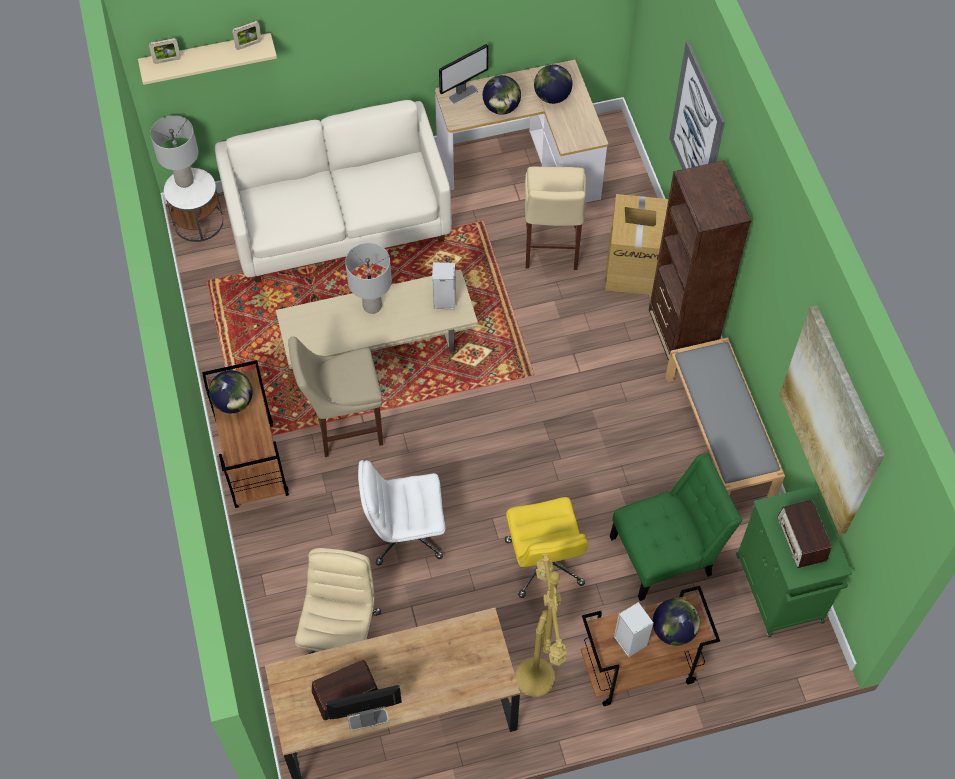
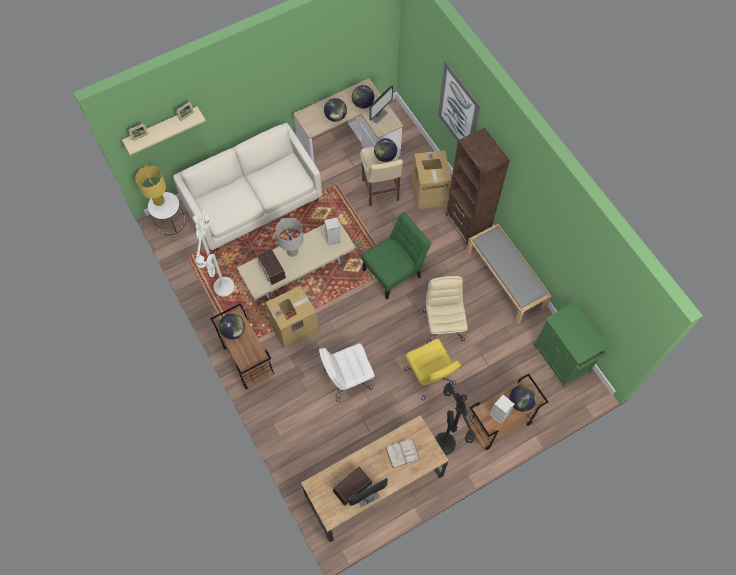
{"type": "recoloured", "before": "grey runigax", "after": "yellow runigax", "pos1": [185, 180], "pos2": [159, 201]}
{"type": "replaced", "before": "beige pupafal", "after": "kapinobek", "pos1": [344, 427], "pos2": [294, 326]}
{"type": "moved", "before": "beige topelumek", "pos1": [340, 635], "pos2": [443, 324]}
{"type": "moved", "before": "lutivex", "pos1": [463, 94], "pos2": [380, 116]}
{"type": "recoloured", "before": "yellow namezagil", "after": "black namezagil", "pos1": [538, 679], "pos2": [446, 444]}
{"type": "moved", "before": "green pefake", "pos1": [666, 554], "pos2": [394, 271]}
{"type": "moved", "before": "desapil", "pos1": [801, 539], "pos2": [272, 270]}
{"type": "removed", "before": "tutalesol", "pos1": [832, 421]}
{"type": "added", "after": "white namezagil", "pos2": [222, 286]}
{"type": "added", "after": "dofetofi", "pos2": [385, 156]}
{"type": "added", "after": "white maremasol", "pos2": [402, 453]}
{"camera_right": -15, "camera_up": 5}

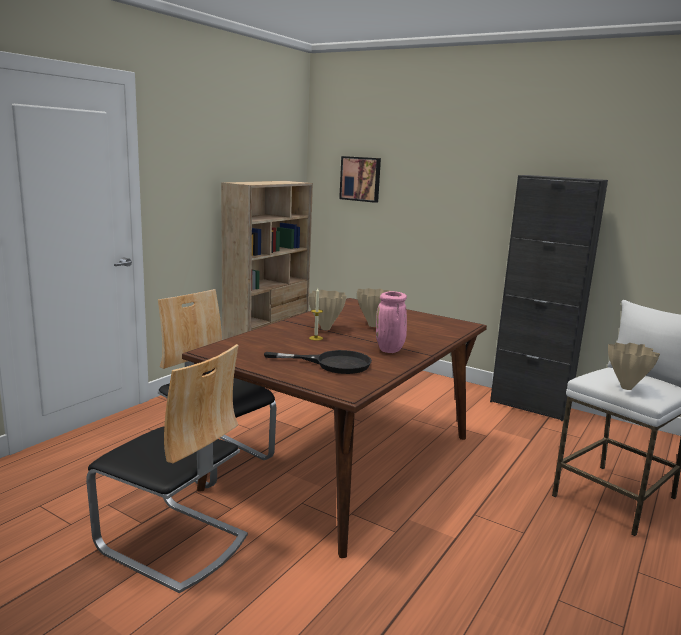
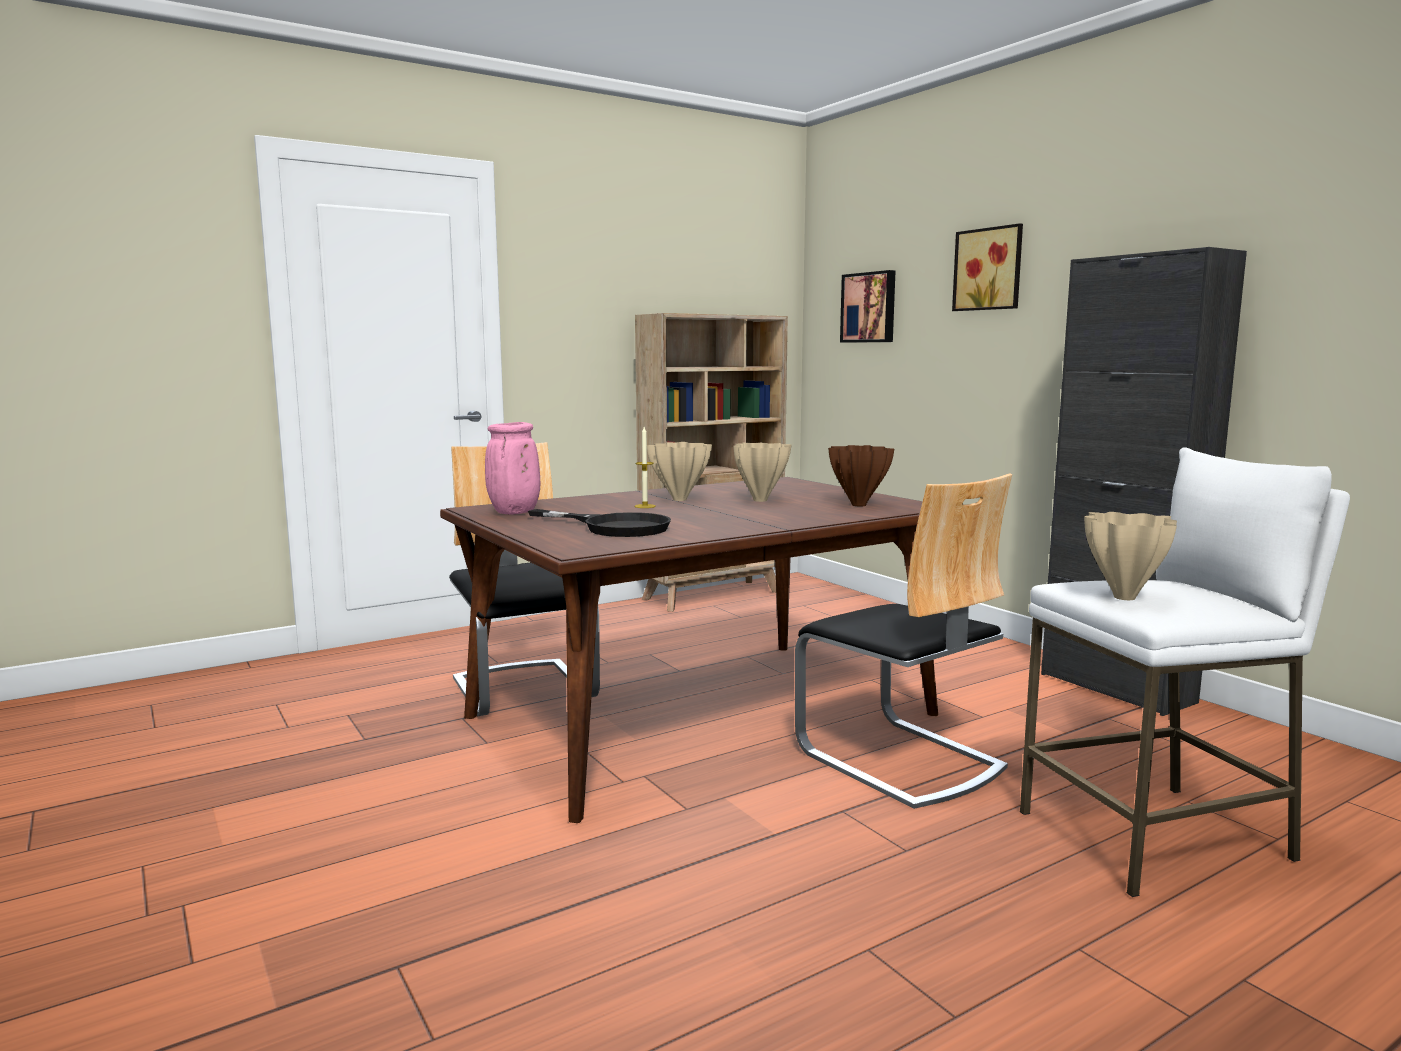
{"type": "moved", "before": "pefake", "pos1": [172, 543], "pos2": [899, 759]}
{"type": "moved", "before": "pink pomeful", "pos1": [390, 350], "pos2": [514, 513]}
{"type": "added", "after": "brown pomeful", "pos2": [859, 505]}
{"type": "added", "after": "tutalesol", "pos2": [990, 269]}
{"camera_right": 25, "camera_up": -5}

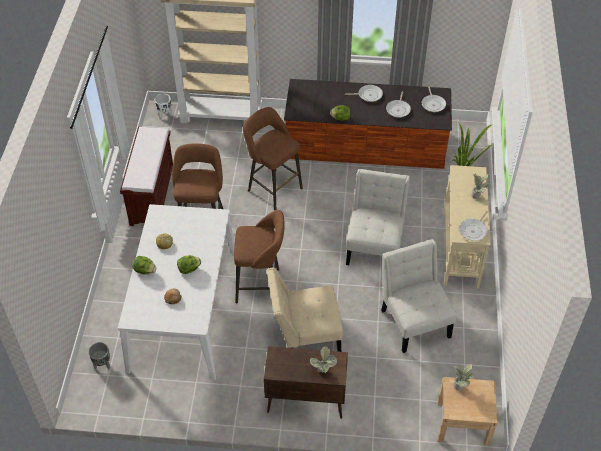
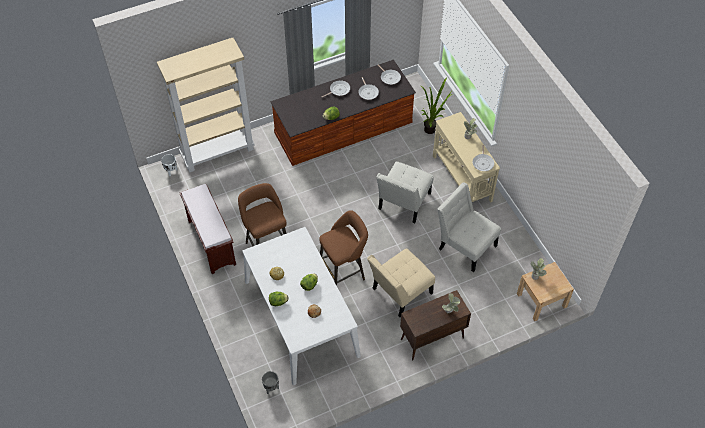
{"type": "removed", "before": "brown pupafal", "pos1": [273, 188]}
{"type": "turned", "before": "white pefake", "pos1": [375, 245], "pos2": [403, 203], "turn": -135}
{"camera_right": -30, "camera_up": 5}

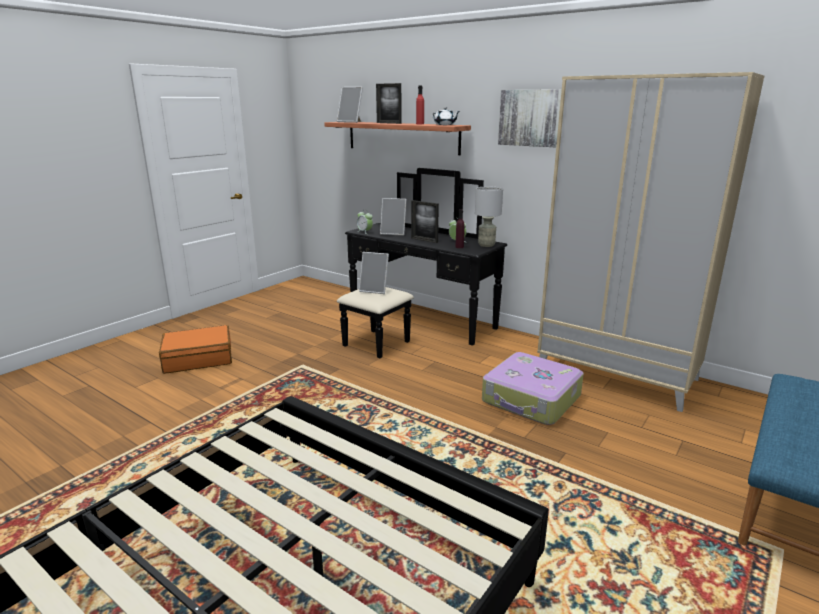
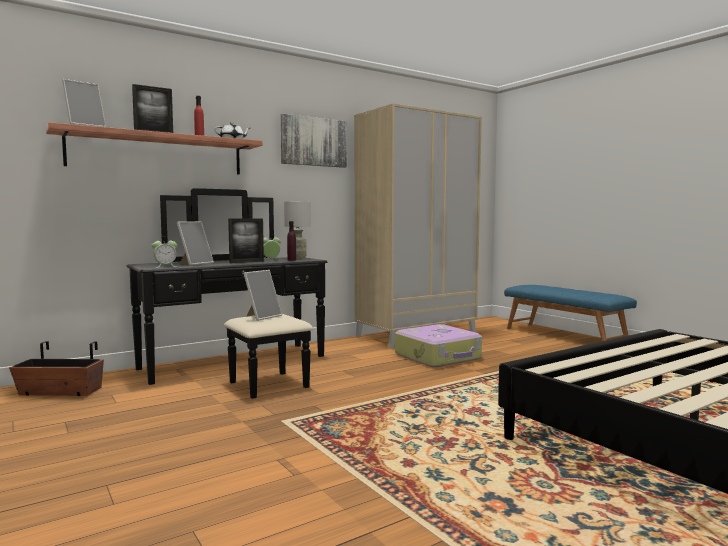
{"type": "removed", "before": "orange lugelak", "pos1": [198, 358]}
{"type": "added", "after": "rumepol", "pos2": [60, 391]}
{"camera_right": -70, "camera_up": -15}

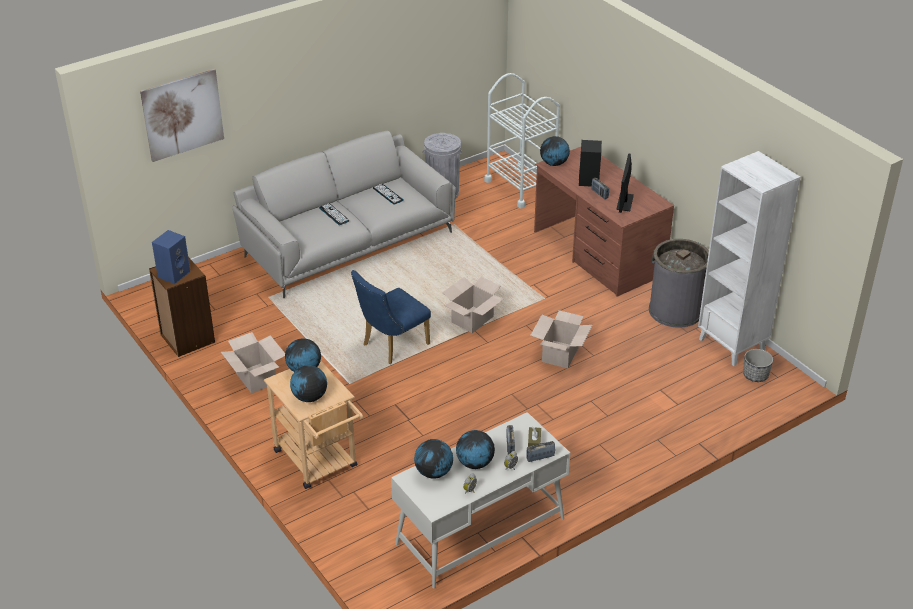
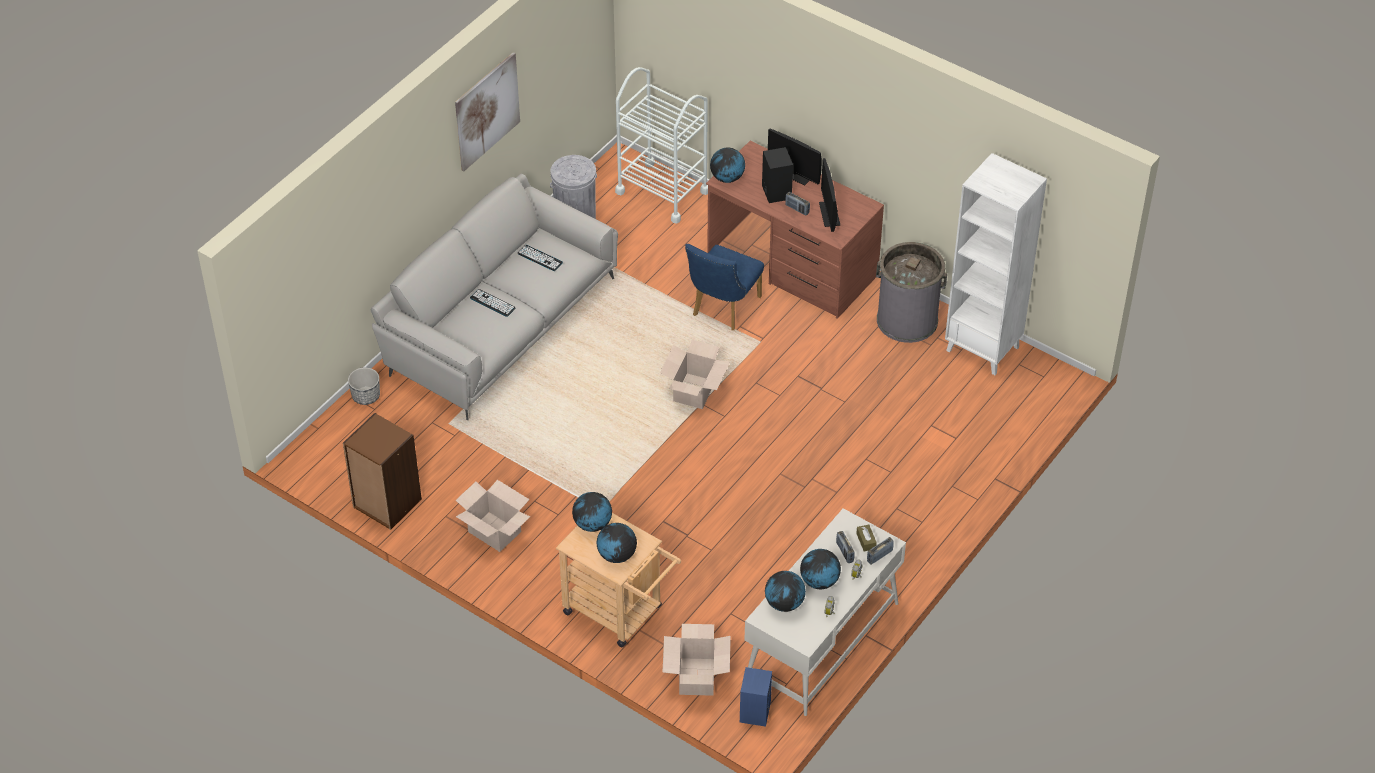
{"type": "moved", "before": "tutalesol", "pos1": [182, 115], "pos2": [487, 111]}
{"type": "moved", "before": "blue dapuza", "pos1": [174, 274], "pos2": [754, 711]}
{"type": "moved", "before": "blue pefake", "pos1": [391, 346], "pos2": [722, 309]}
{"type": "moved", "before": "kapinobek", "pos1": [560, 354], "pos2": [697, 677]}
{"type": "moved", "before": "rumepol", "pos1": [755, 375], "pos2": [366, 396]}
{"type": "added", "after": "lutivex", "pos2": [794, 174]}
{"camera_right": -20, "camera_up": 10}

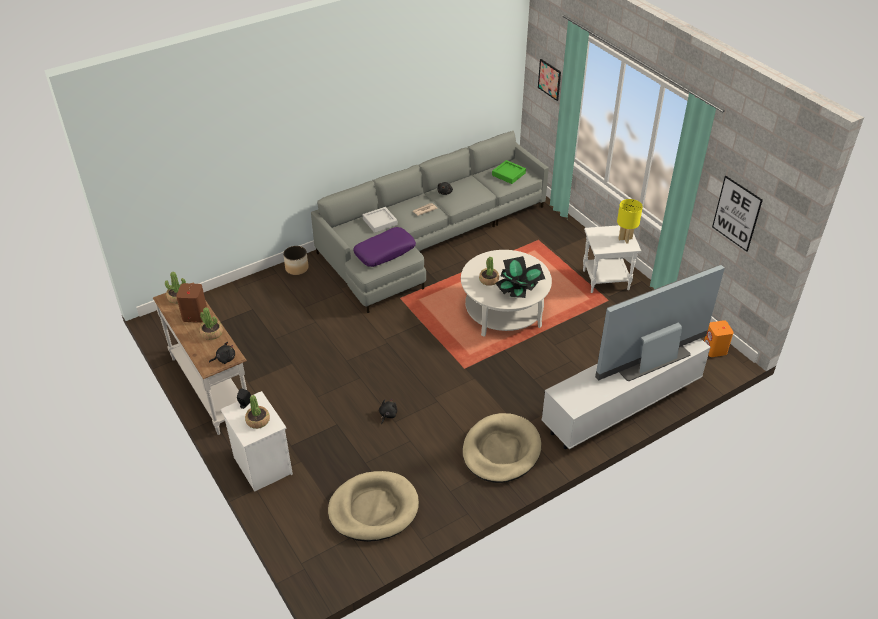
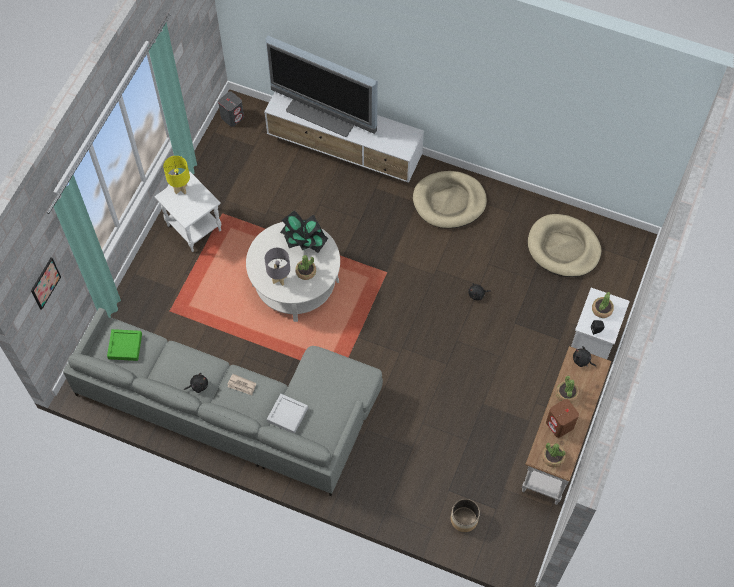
{"type": "moved", "before": "rumepol", "pos1": [297, 268], "pos2": [463, 519]}
{"type": "removed", "before": "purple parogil", "pos1": [385, 252]}
{"type": "recoloured", "before": "orange dapuza", "after": "grey dapuza", "pos1": [714, 350], "pos2": [232, 117]}
{"type": "removed", "before": "tutalesol", "pos1": [736, 213]}
{"type": "added", "after": "grey runigax", "pos2": [279, 280]}
{"camera_right": -125, "camera_up": 20}

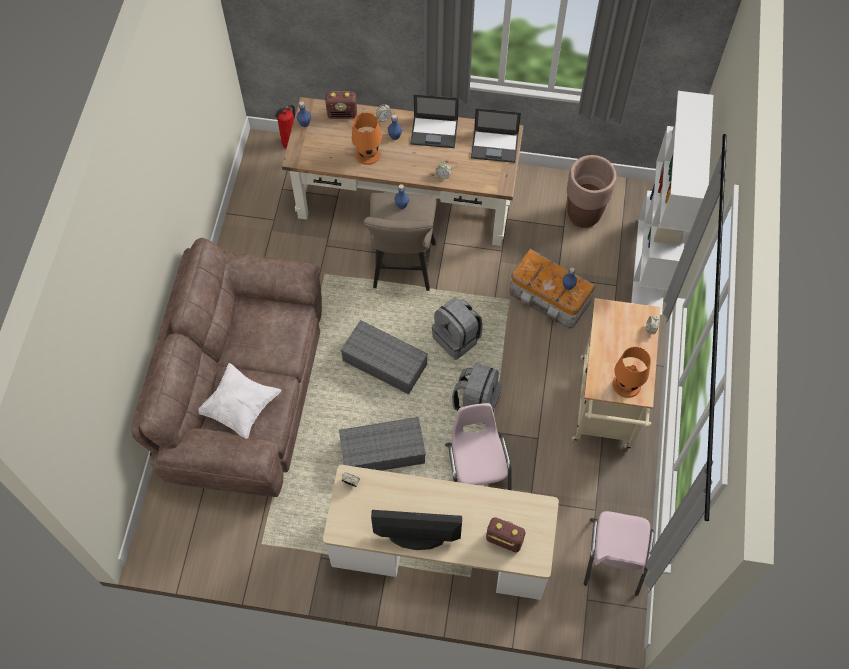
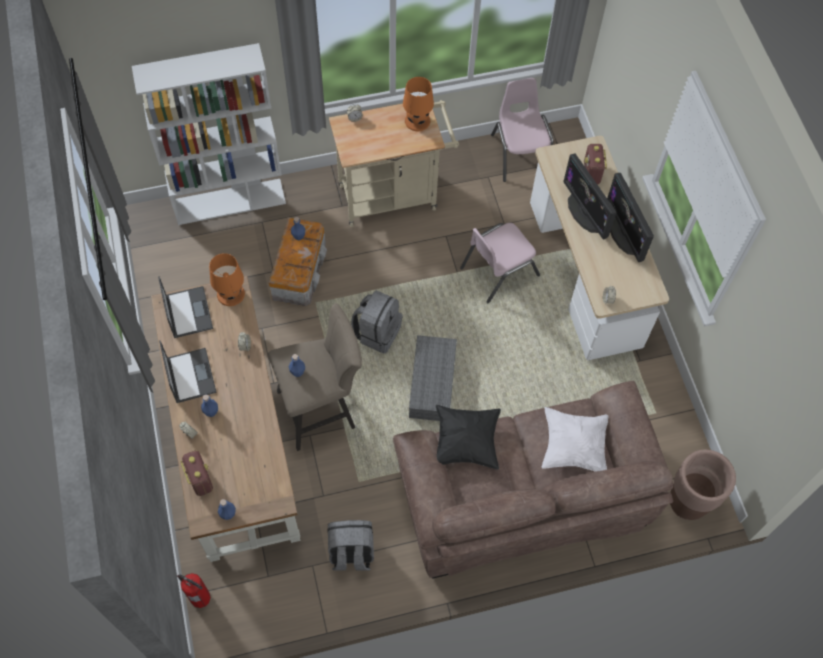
{"type": "removed", "before": "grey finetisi", "pos1": [381, 453]}
{"type": "moved", "before": "orange runigax", "pos1": [368, 154], "pos2": [230, 293]}
{"type": "moved", "before": "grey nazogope", "pos1": [476, 402], "pos2": [351, 553]}
{"type": "moved", "before": "brown rumepol", "pos1": [583, 215], "pos2": [687, 503]}
{"type": "turned", "before": "pink pefake", "pos1": [614, 557], "pos2": [520, 153], "turn": -90}
{"type": "added", "after": "black parogil", "pos2": [465, 442]}
{"type": "added", "after": "lutivex", "pos2": [585, 213]}
{"camera_right": -115, "camera_up": 0}

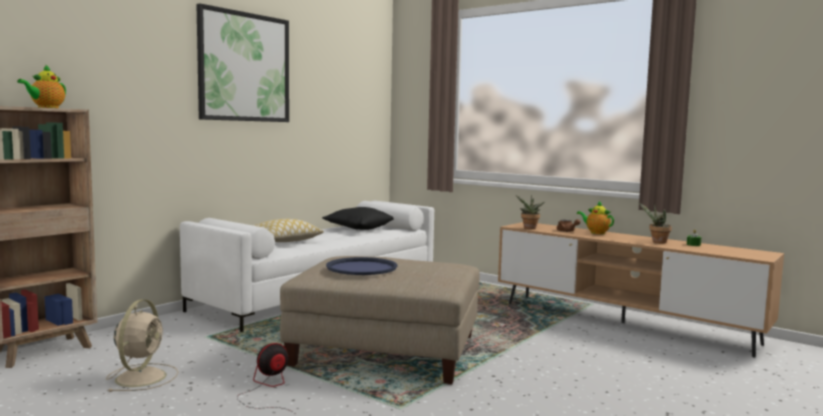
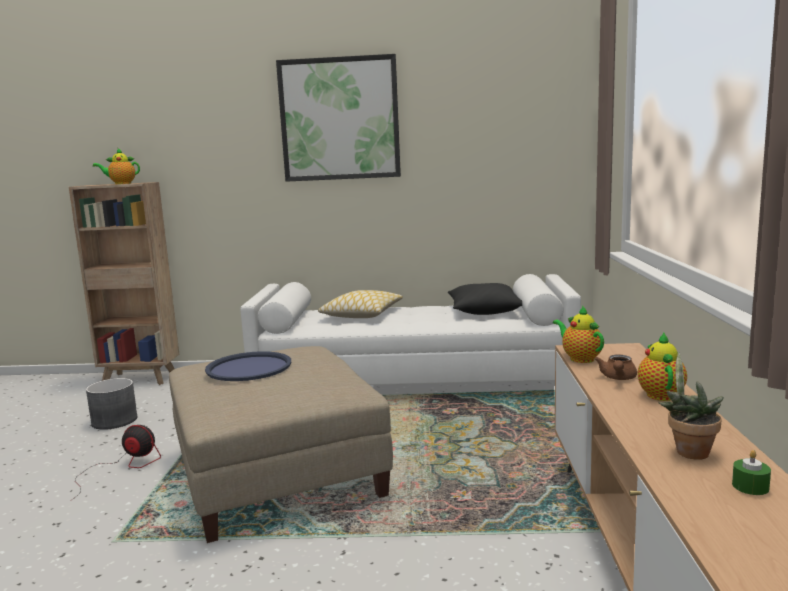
{"type": "replaced", "before": "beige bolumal", "after": "grey rumepol", "pos1": [142, 377], "pos2": [115, 421]}
{"type": "replaced", "before": "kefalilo", "after": "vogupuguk", "pos1": [529, 228], "pos2": [579, 358]}
{"camera_right": 55, "camera_up": 5}

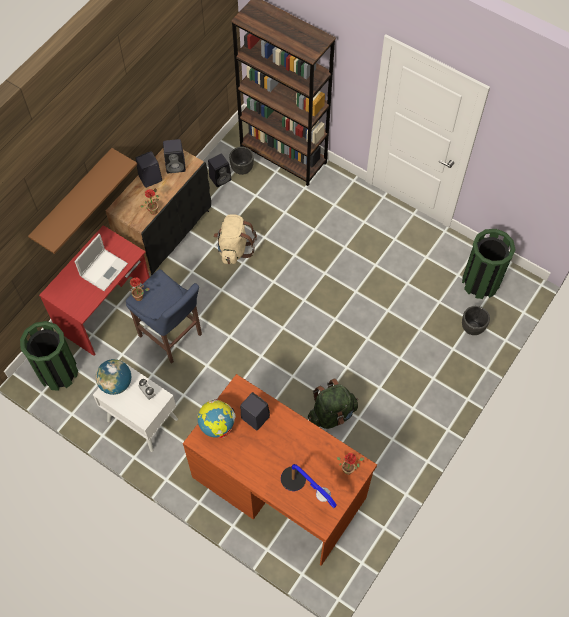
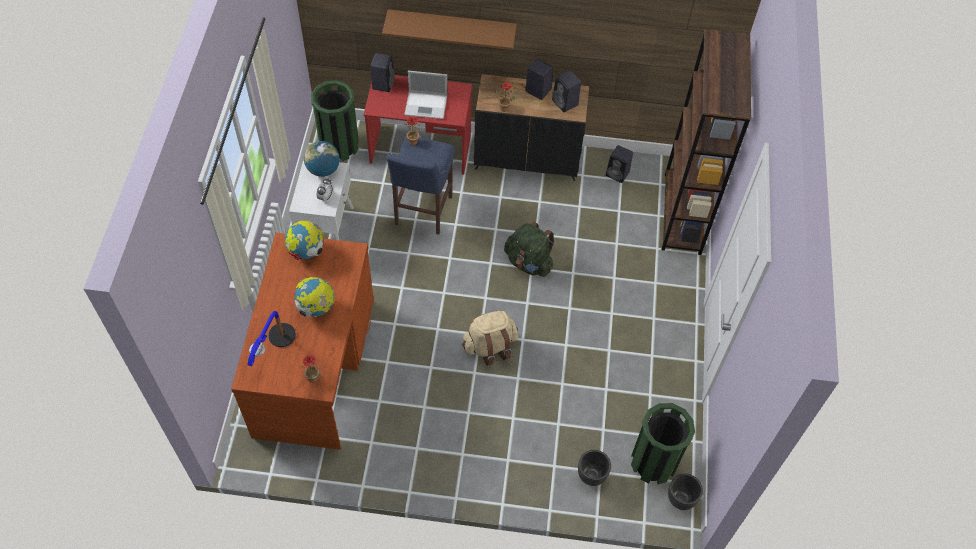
{"type": "moved", "before": "beige nazogope", "pos1": [234, 248], "pos2": [490, 346]}
{"type": "moved", "before": "black rumepol", "pos1": [242, 169], "pos2": [681, 499]}
{"type": "moved", "before": "black dapuza", "pos1": [254, 417], "pos2": [383, 83]}
{"type": "moved", "before": "green nazogope", "pos1": [332, 414], "pos2": [528, 262]}
{"type": "added", "after": "dofetofi", "pos2": [316, 307]}
{"camera_right": 60, "camera_up": -5}

